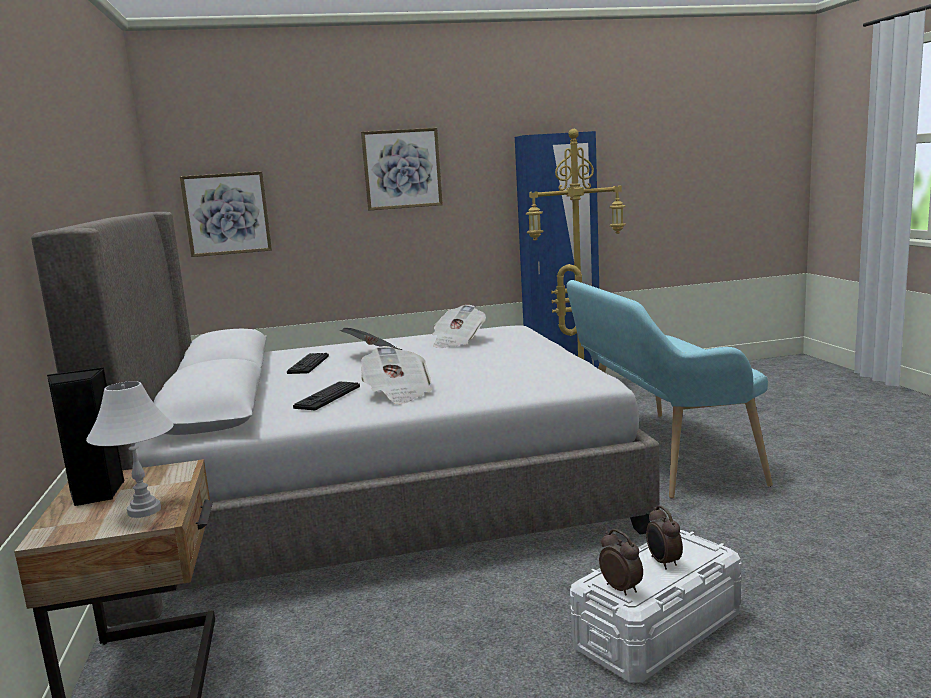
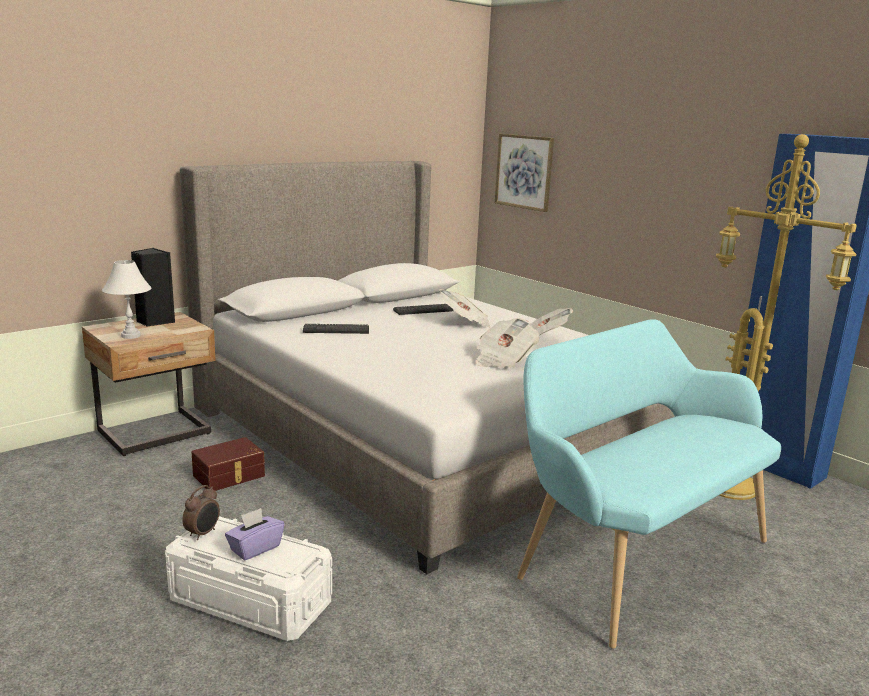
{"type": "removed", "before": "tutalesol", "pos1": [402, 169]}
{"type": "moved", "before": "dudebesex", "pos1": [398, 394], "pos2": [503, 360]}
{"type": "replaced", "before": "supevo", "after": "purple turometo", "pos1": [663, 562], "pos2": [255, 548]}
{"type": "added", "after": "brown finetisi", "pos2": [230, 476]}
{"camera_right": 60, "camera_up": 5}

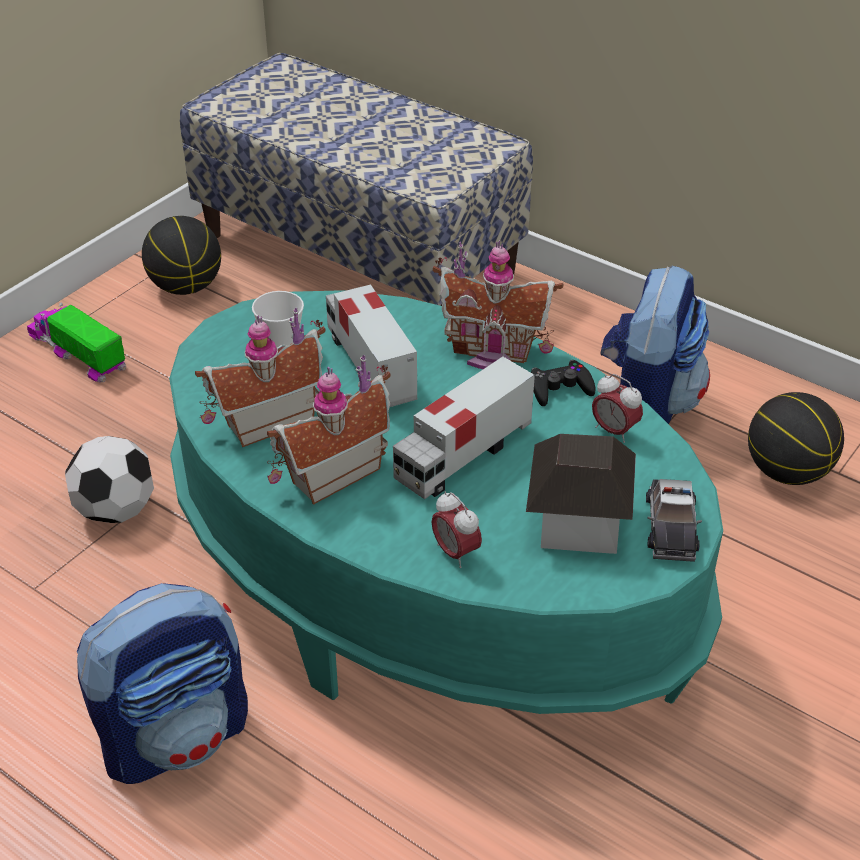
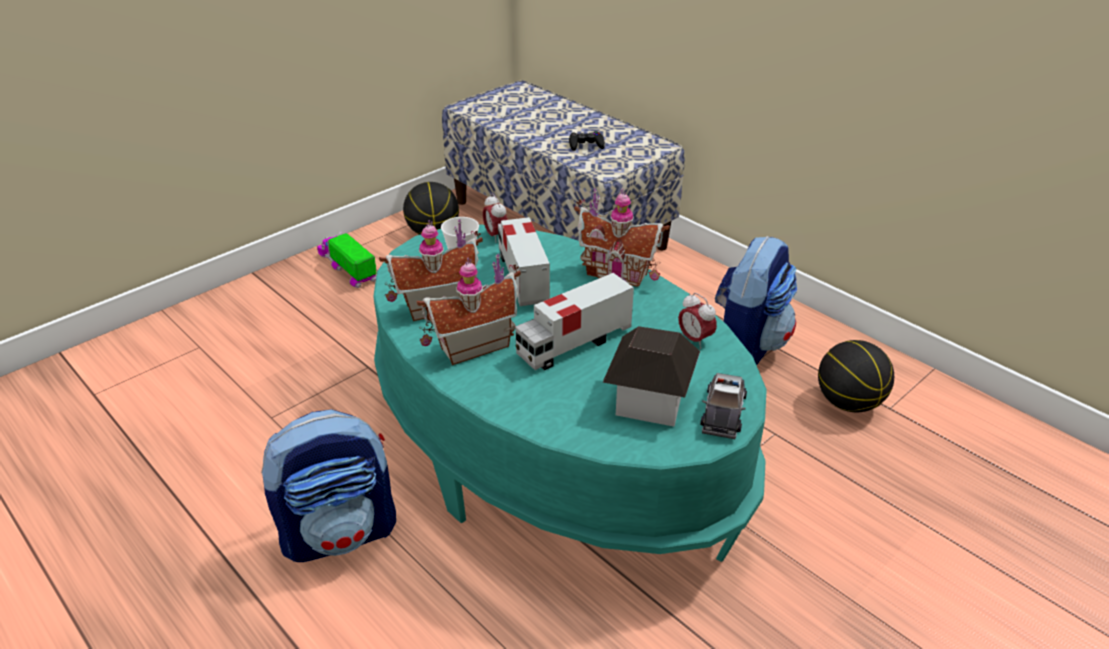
{"type": "removed", "before": "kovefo", "pos1": [116, 510]}
{"type": "moved", "before": "supevo", "pos1": [455, 552], "pos2": [496, 236]}
{"type": "moved", "before": "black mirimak", "pos1": [560, 388], "pos2": [586, 145]}
{"camera_right": 10, "camera_up": -5}

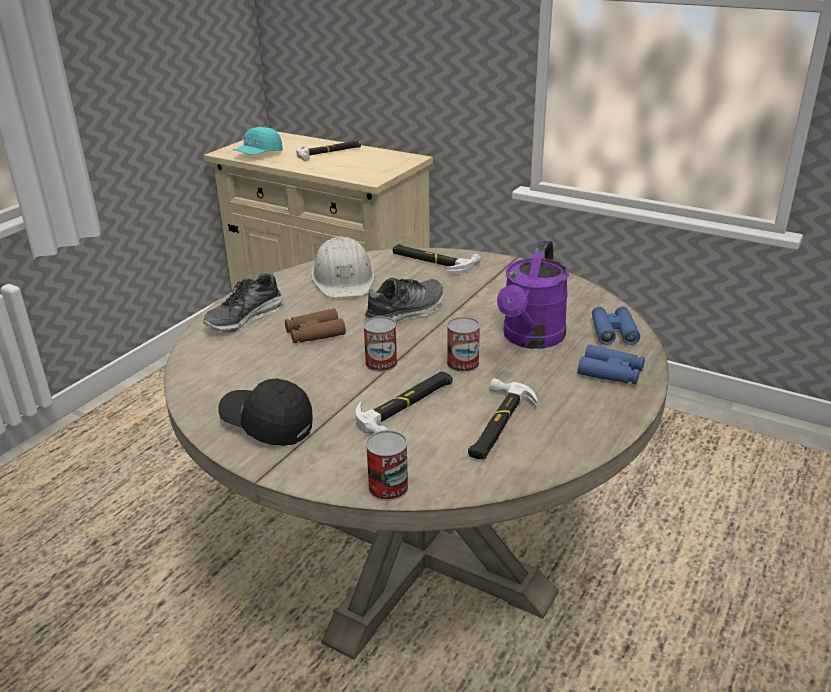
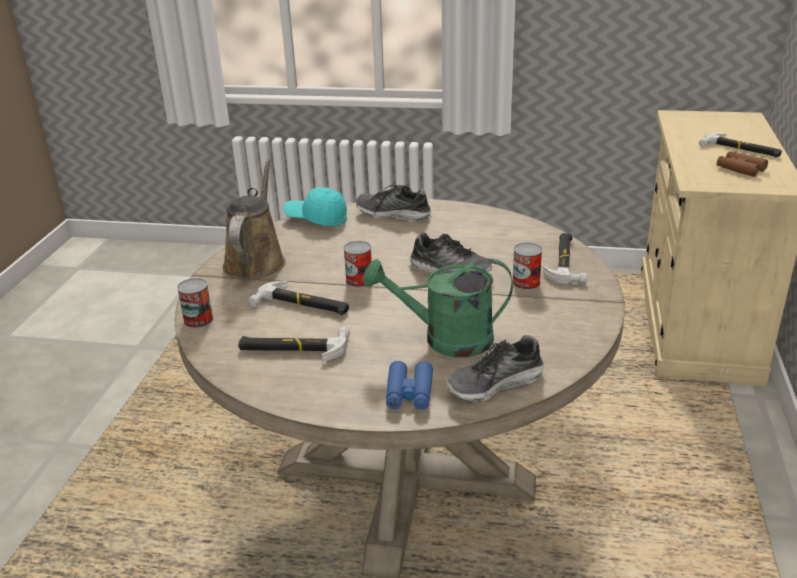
{"type": "replaced", "before": "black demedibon", "after": "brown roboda", "pos1": [267, 424], "pos2": [256, 261]}
{"type": "moved", "before": "turquoise demedibon", "pos1": [258, 155], "pos2": [316, 218]}
{"type": "moved", "before": "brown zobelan", "pos1": [315, 333], "pos2": [740, 169]}
{"type": "removed", "before": "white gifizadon", "pos1": [343, 279]}
{"type": "moved", "before": "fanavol", "pos1": [463, 364], "pos2": [526, 283]}
{"type": "recoloured", "before": "purple roboda", "after": "green roboda", "pos1": [531, 339], "pos2": [445, 339]}
{"type": "replaced", "before": "blue zobelan", "after": "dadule", "pos1": [613, 331], "pos2": [495, 384]}
{"camera_right": 70, "camera_up": 0}

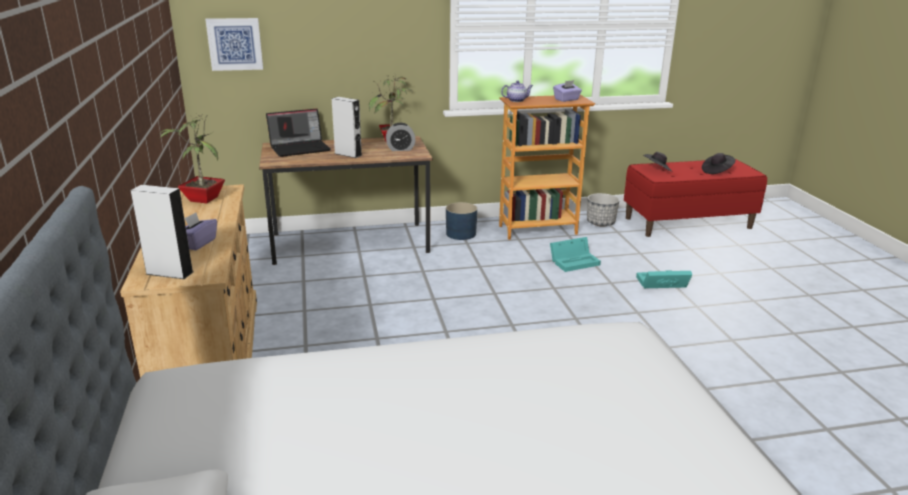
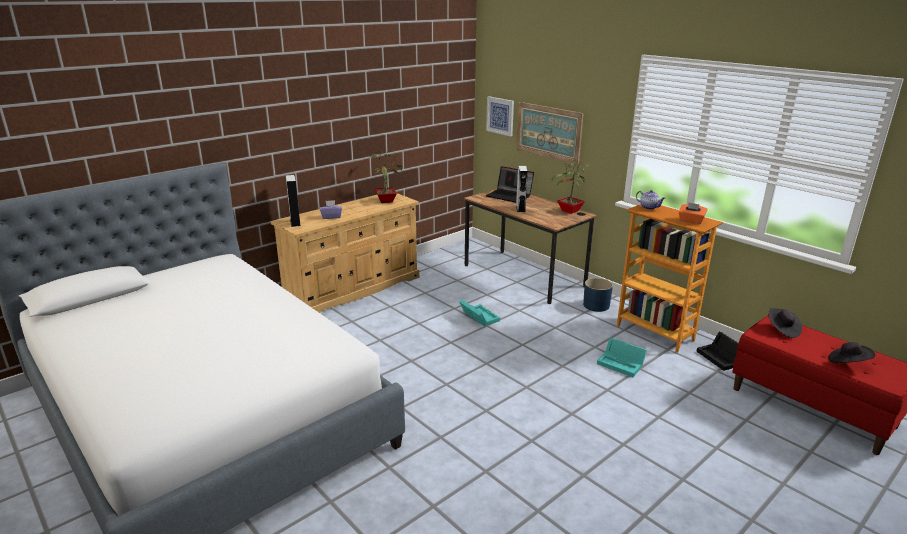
{"type": "removed", "before": "supevo", "pos1": [400, 149]}
{"type": "recoloured", "before": "purple turometo", "after": "orange turometo", "pos1": [566, 99], "pos2": [691, 221]}
{"type": "replaced", "before": "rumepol", "after": "black finetisi", "pos1": [601, 223], "pos2": [722, 358]}
{"type": "moved", "before": "turquoise finetisi", "pos1": [661, 284], "pos2": [478, 317]}
{"type": "added", "after": "tutalesol", "pos2": [548, 132]}
{"camera_right": 60, "camera_up": 0}

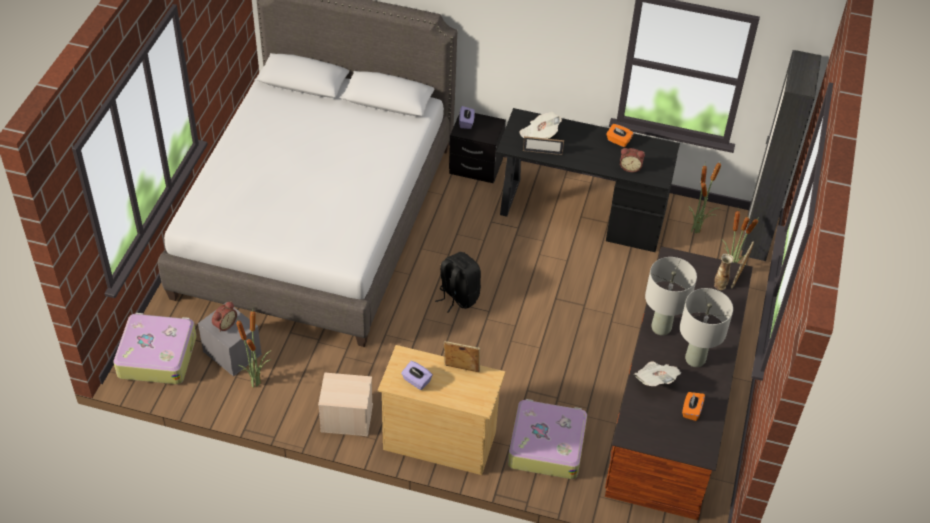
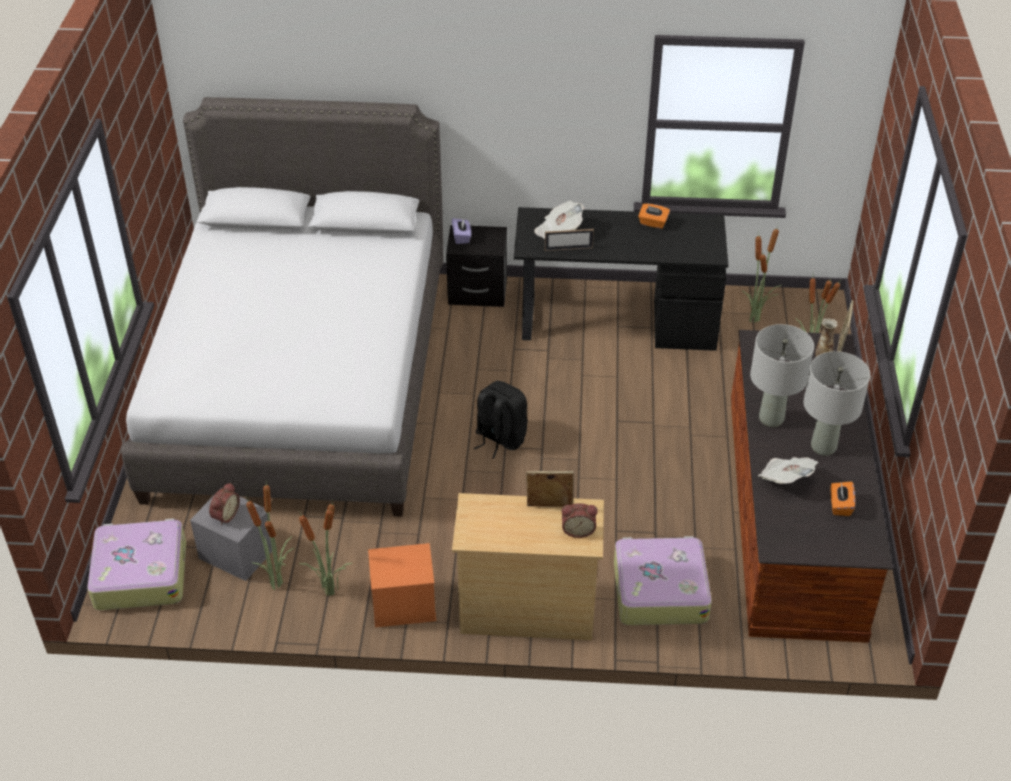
{"type": "recoloured", "before": "beige finetisi", "after": "orange finetisi", "pos1": [346, 418], "pos2": [403, 605]}
{"type": "removed", "before": "purple turometo", "pos1": [416, 381]}
{"type": "moved", "before": "supevo", "pos1": [630, 167], "pos2": [578, 530]}
{"type": "removed", "before": "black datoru", "pos1": [756, 237]}
{"type": "added", "after": "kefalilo", "pos2": [330, 592]}
{"camera_right": -10, "camera_up": -5}

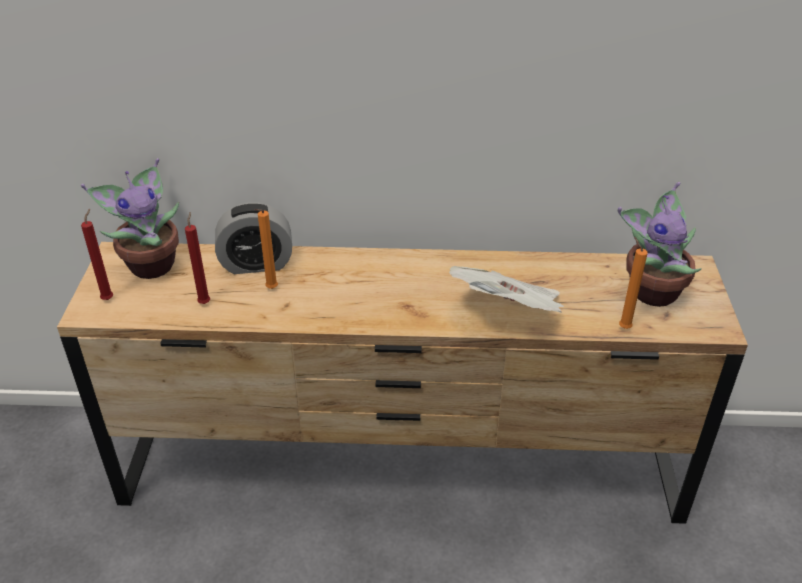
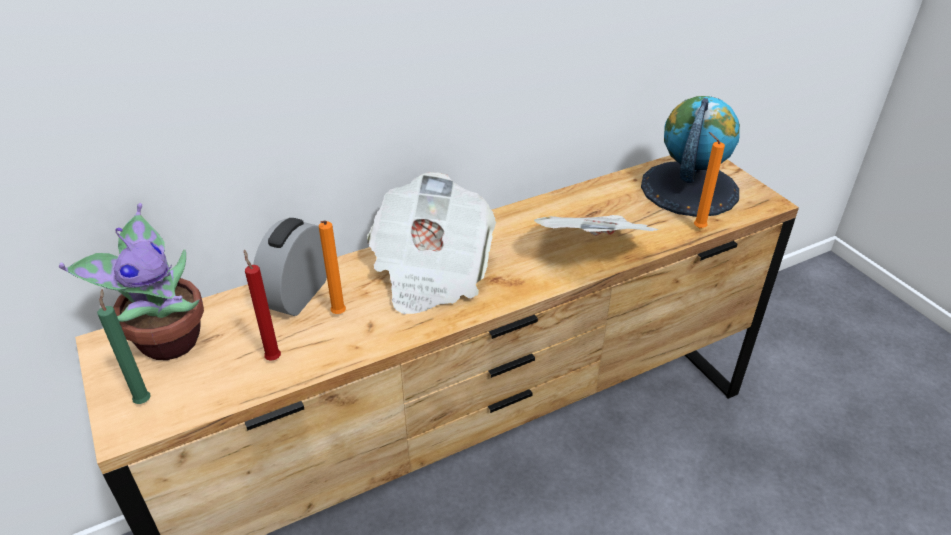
{"type": "recoloured", "before": "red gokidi", "after": "green gokidi", "pos1": [109, 298], "pos2": [144, 400]}
{"type": "turned", "before": "supevo", "pos1": [256, 264], "pos2": [298, 294], "turn": 150}
{"type": "replaced", "before": "kefalilo", "after": "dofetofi", "pos1": [651, 290], "pos2": [689, 188]}
{"type": "added", "after": "dudebesex", "pos2": [430, 272]}
{"camera_right": -30, "camera_up": 0}

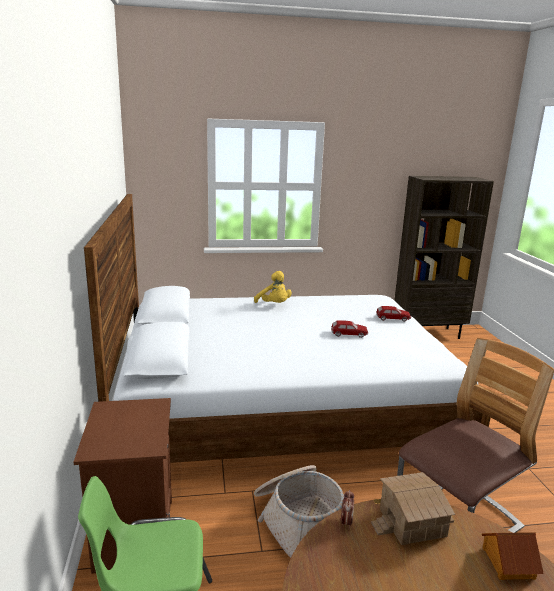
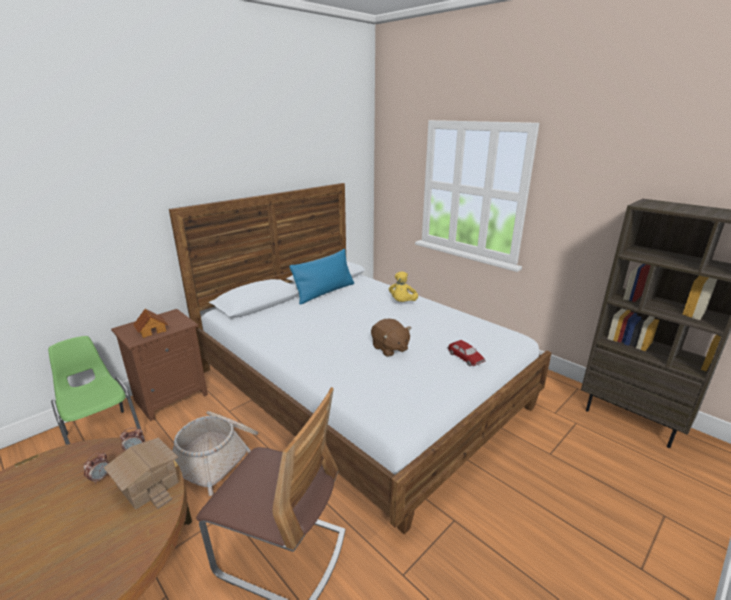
{"type": "replaced", "before": "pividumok", "after": "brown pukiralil", "pos1": [349, 334], "pos2": [389, 348]}
{"type": "moved", "before": "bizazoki", "pos1": [507, 562], "pos2": [152, 330]}
{"type": "added", "after": "supevo", "pos2": [100, 478]}
{"type": "added", "after": "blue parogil", "pos2": [325, 292]}
{"camera_right": 55, "camera_up": 5}

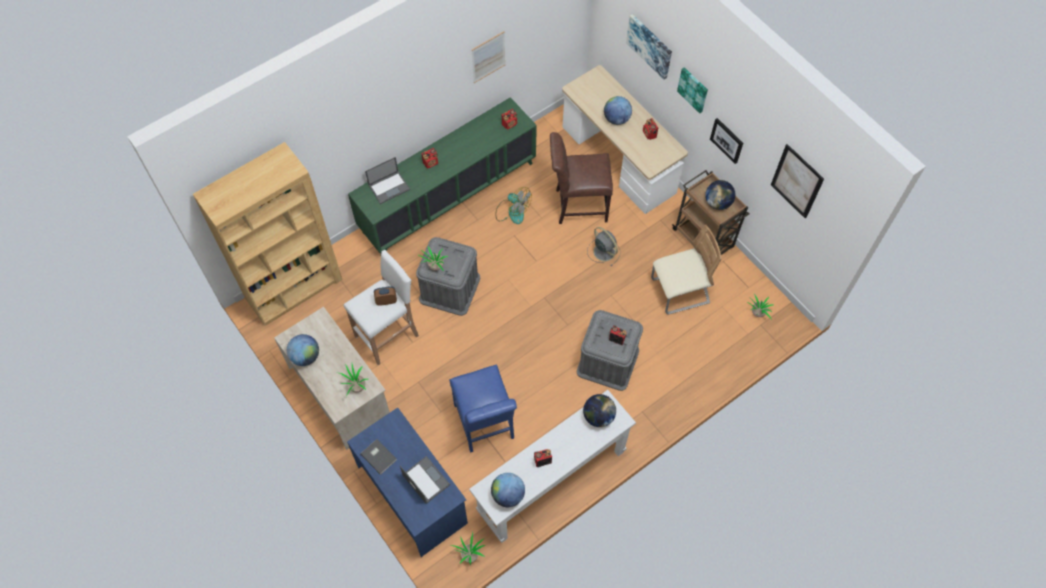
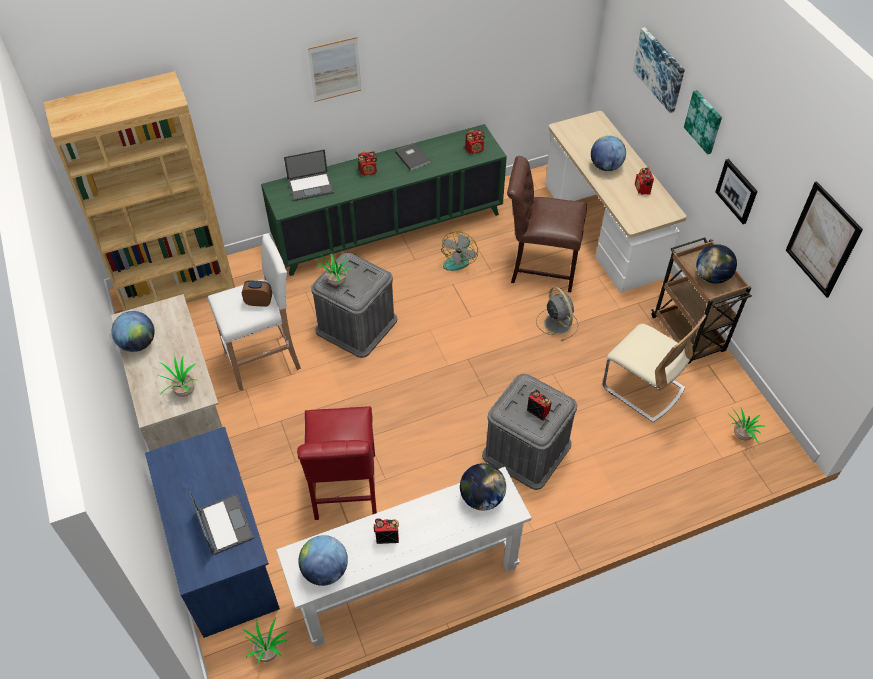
{"type": "moved", "before": "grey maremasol", "pos1": [379, 456], "pos2": [413, 157]}
{"type": "recoloured", "before": "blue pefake", "after": "red pefake", "pos1": [484, 425], "pos2": [344, 491]}
{"type": "moved", "before": "tutalesol", "pos1": [488, 57], "pos2": [335, 69]}
{"type": "turned", "before": "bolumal", "pos1": [512, 211], "pos2": [459, 259], "turn": 60}
{"type": "turned", "before": "beige pefake", "pos1": [679, 291], "pos2": [642, 388], "turn": 45}
{"camera_right": 15, "camera_up": -10}

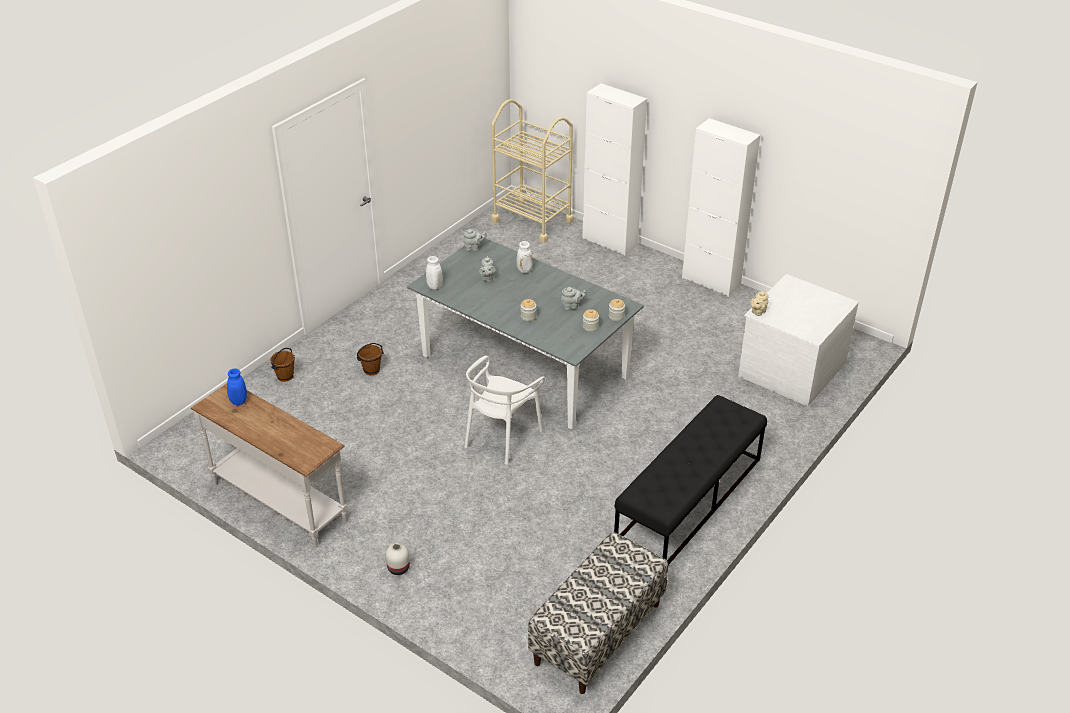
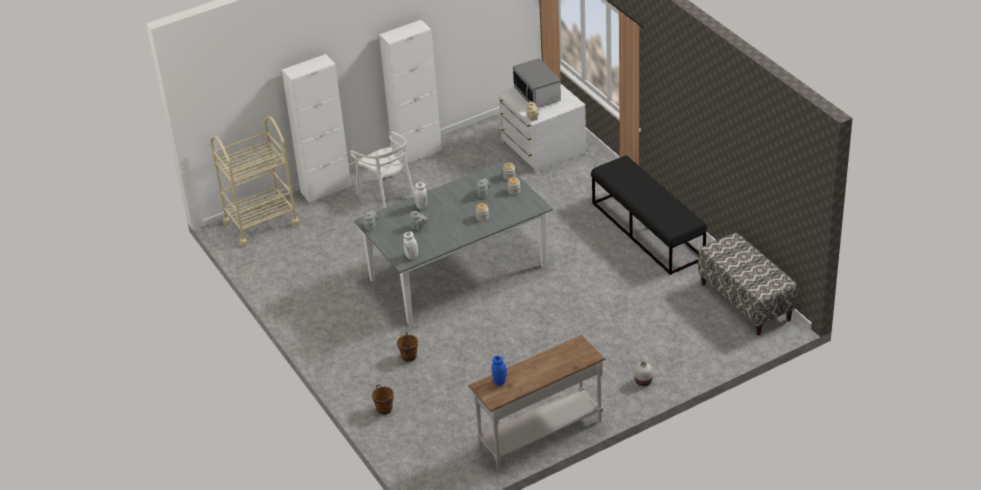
{"type": "moved", "before": "white pefake", "pos1": [502, 437], "pos2": [387, 194]}
{"type": "added", "after": "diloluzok", "pos2": [537, 95]}
{"camera_right": -65, "camera_up": 0}

